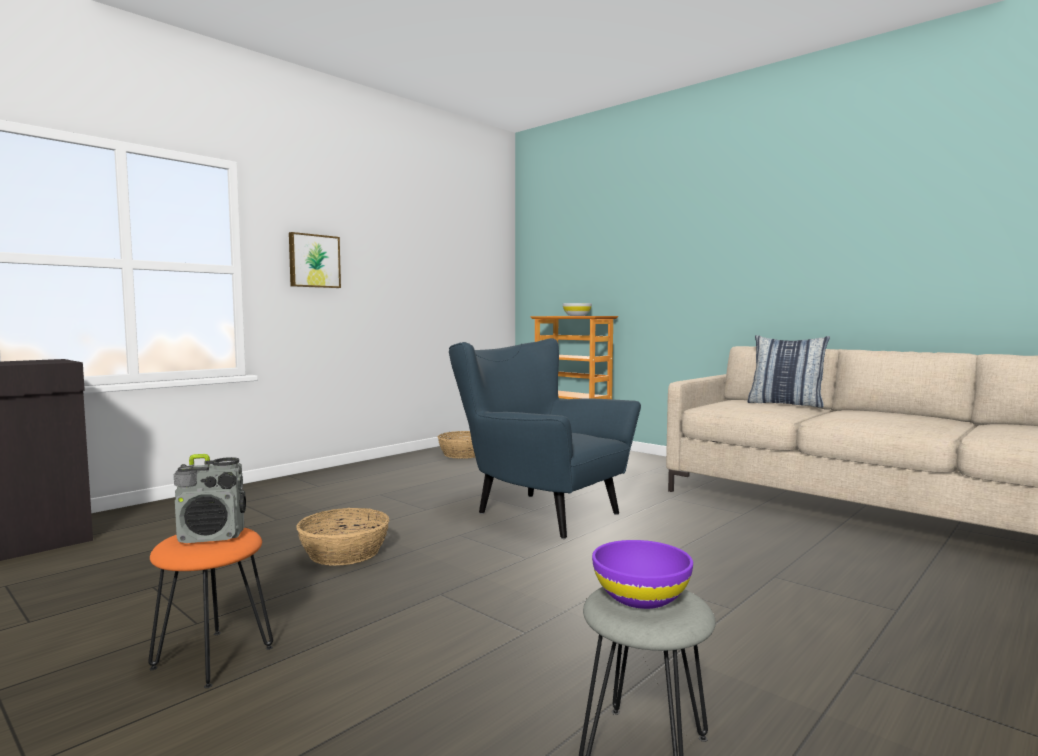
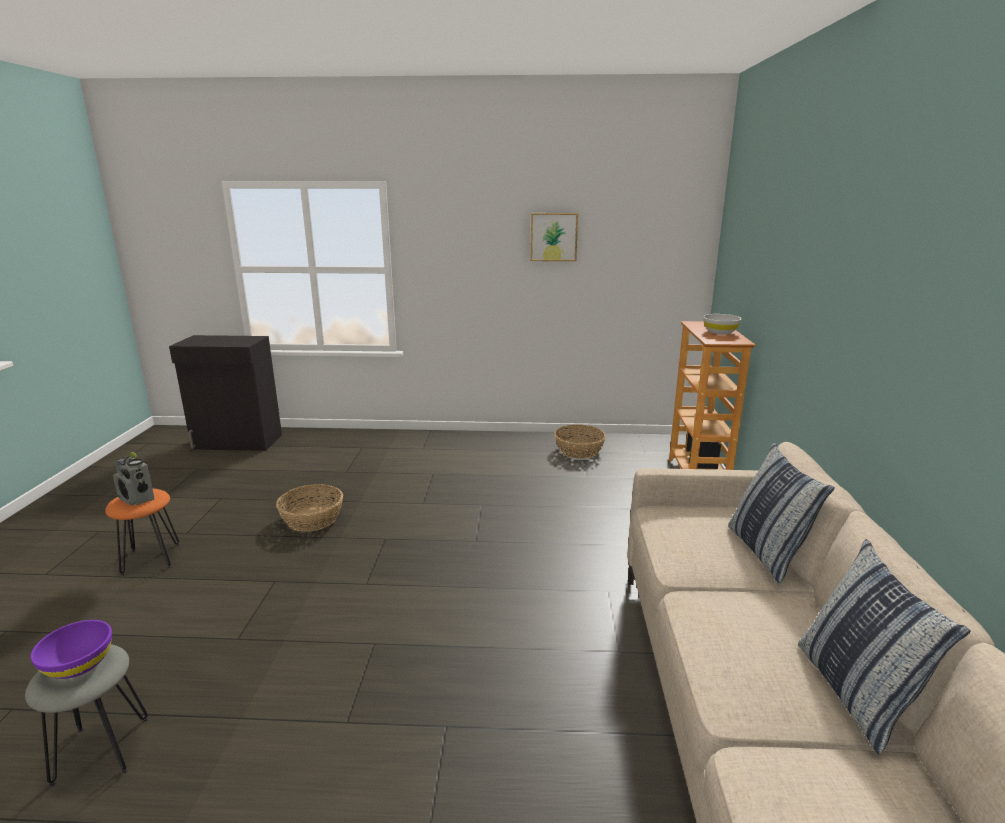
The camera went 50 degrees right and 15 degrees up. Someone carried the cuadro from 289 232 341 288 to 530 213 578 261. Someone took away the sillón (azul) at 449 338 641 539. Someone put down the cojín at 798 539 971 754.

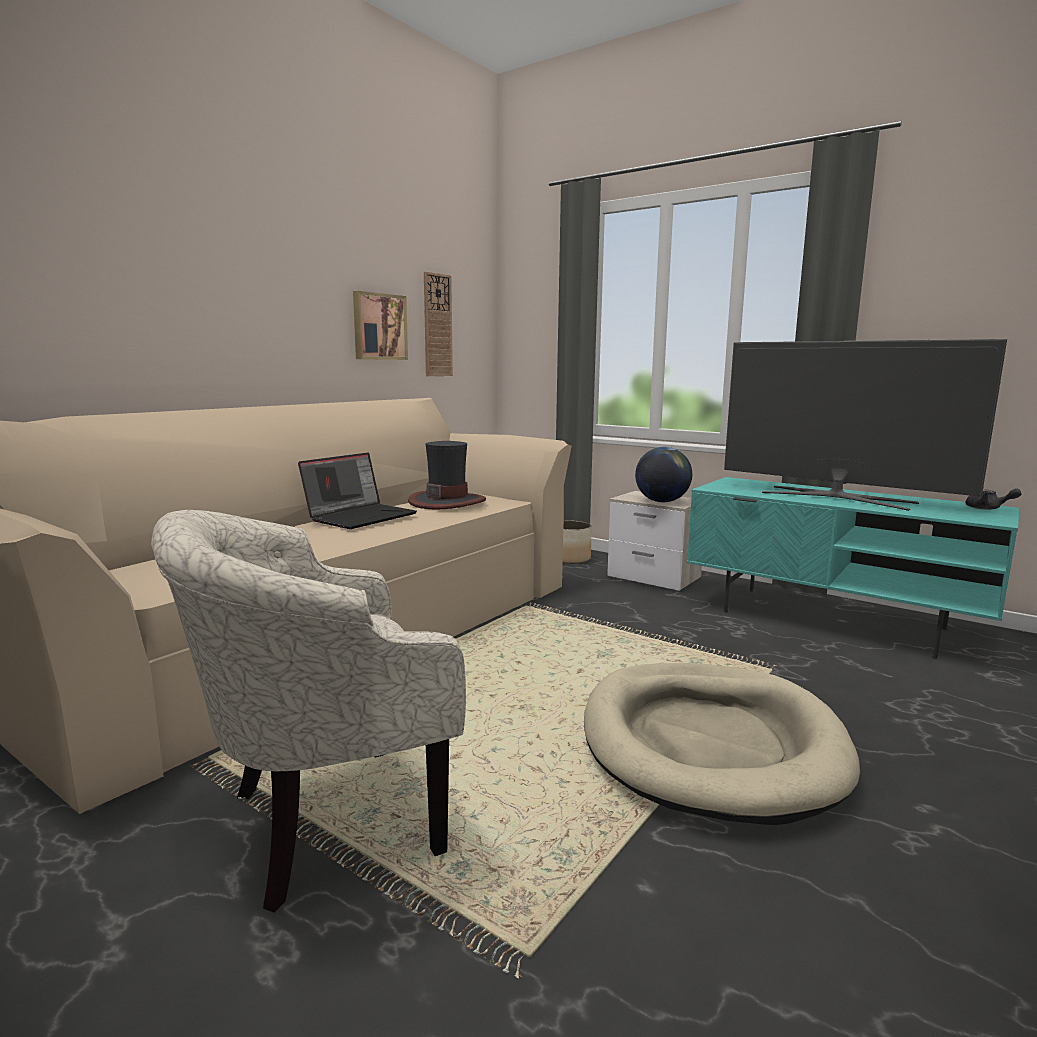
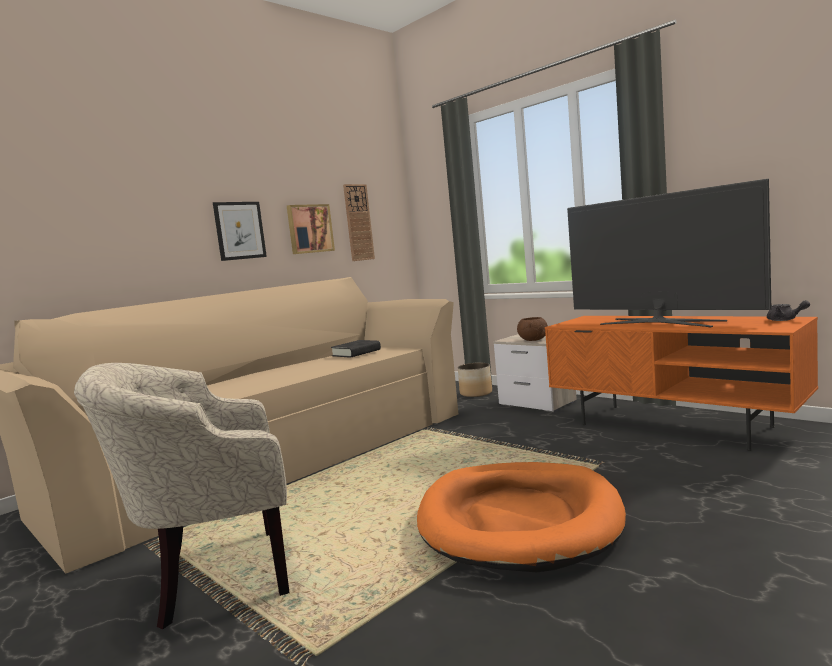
The camera went 10 degrees right and 5 degrees down. Someone took away the portátil at 298 453 417 529. Someone swapped the sombrero at 408 441 486 509 for the libro (negro) at 331 340 381 358. Someone repainted the cama para perro (beis) at 584 663 860 825, which became the cama para perro (naranja) at 417 462 626 573. Someone swapped the globo terráqueo at 635 447 692 502 for the cuenco (marrón) at 517 317 548 341. Someone repainted the mueble de televisión (turquesa) at 687 477 1020 659, which became the mueble de televisión (naranja) at 545 316 818 451. Someone put up the cuadro at 213 202 267 261.

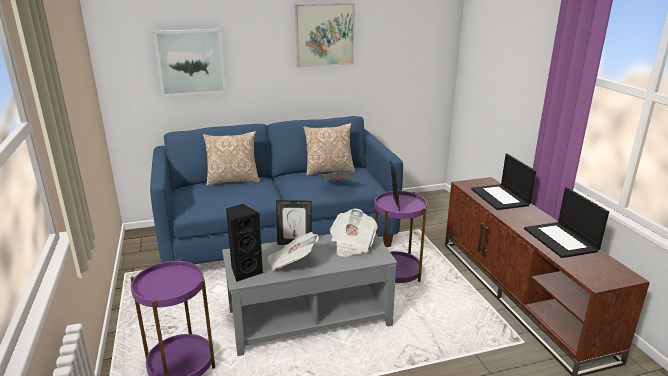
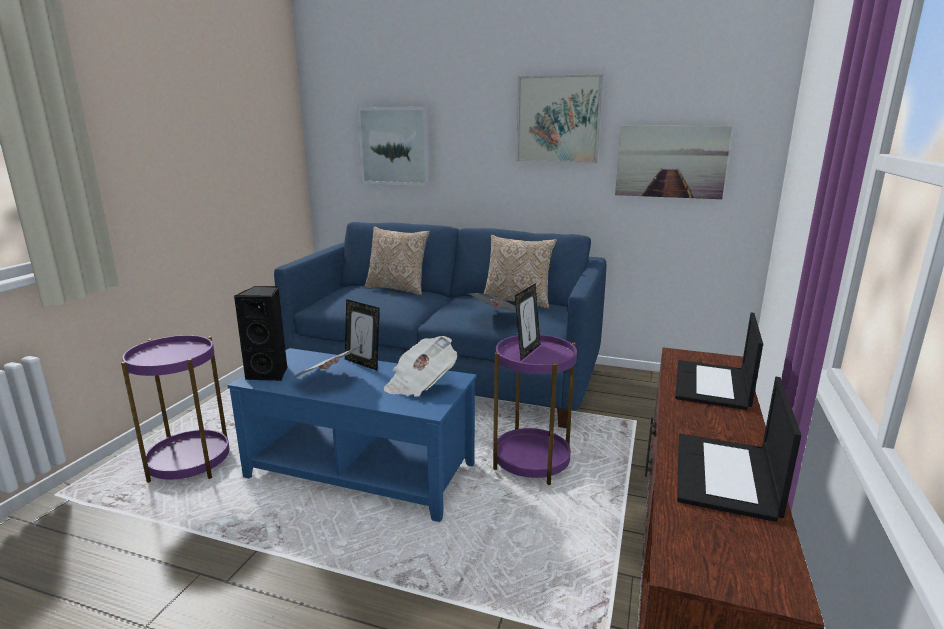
The camera went 35 degrees right and 5 degrees down. Someone repainted the mesa de centro (gris) at 222 233 398 356, which became the mesa de centro (azul) at 228 348 476 522. Someone put up the cuadro at 615 126 732 199.

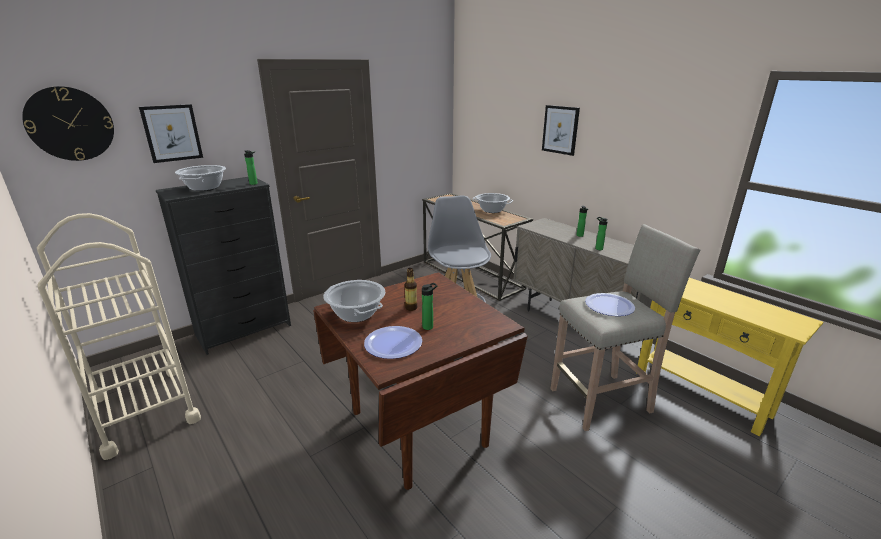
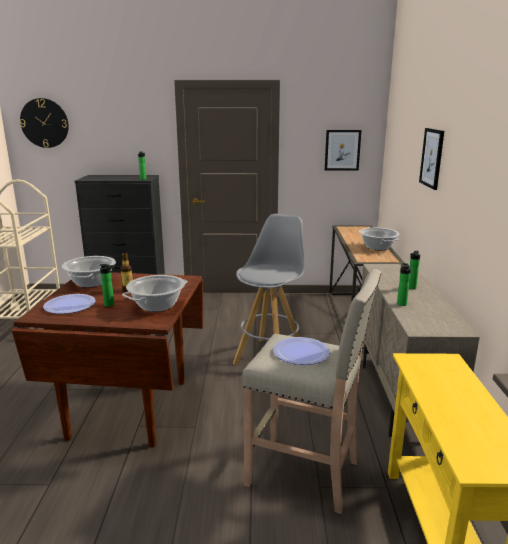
The camera went 40 degrees right and 5 degrees down. Someone carried the cuadro from 139 104 203 163 to 325 130 361 171. Someone carried the olla from 175 165 226 191 to 122 275 188 312.

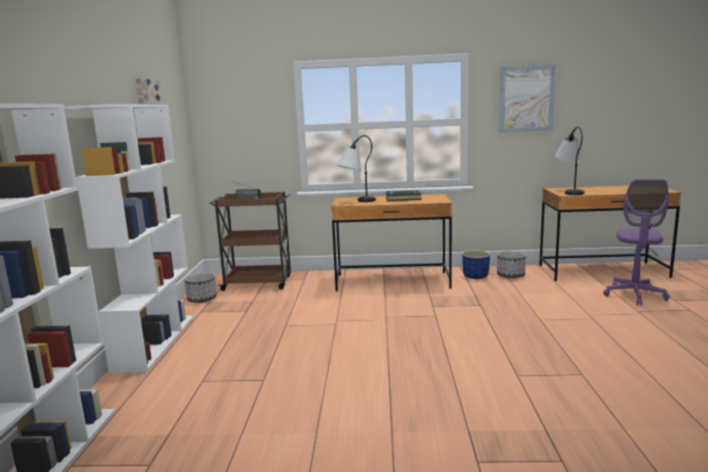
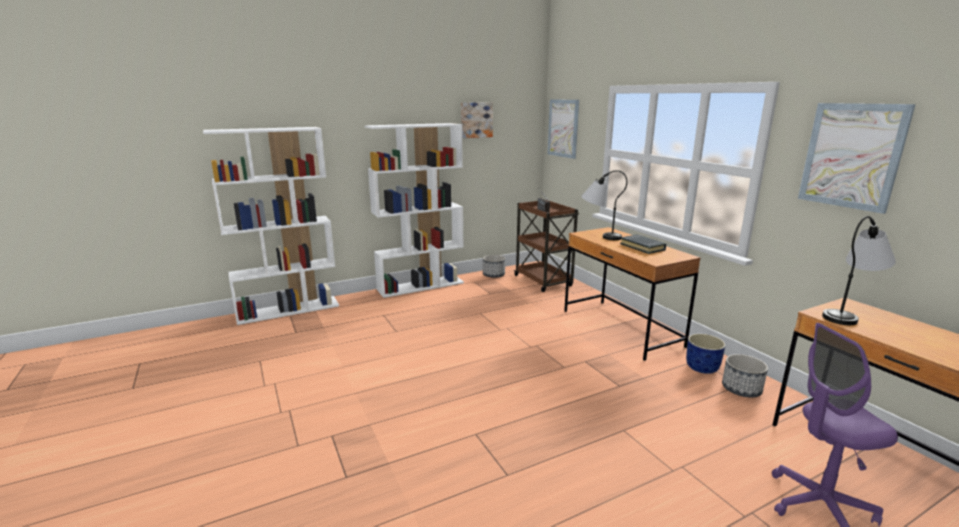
The camera went 60 degrees right and 5 degrees up. Someone put up the cuadro at 548 99 579 159.

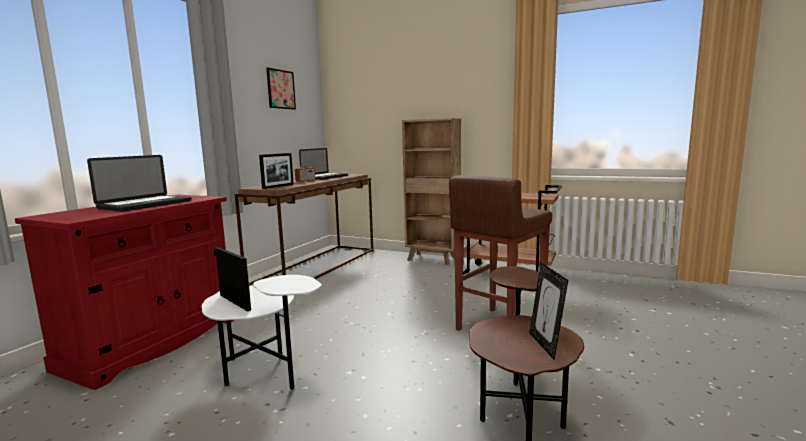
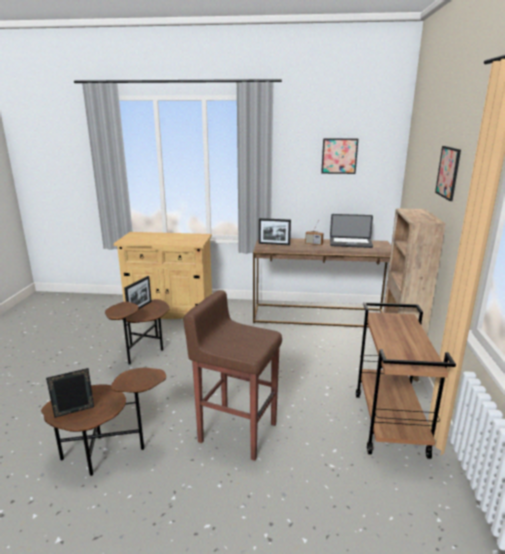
The camera went 70 degrees right and 10 degrees up. Someone repainted the armario (rojo) at 15 195 235 390, which became the armario (beis) at 114 232 212 319. Someone took away the portátil at 87 155 192 211. Someone repainted the mesa auxiliar (blanco) at 202 275 321 389, which became the mesa auxiliar (marrón) at 105 299 170 365. Someone put up the cuadro at 435 146 461 201.

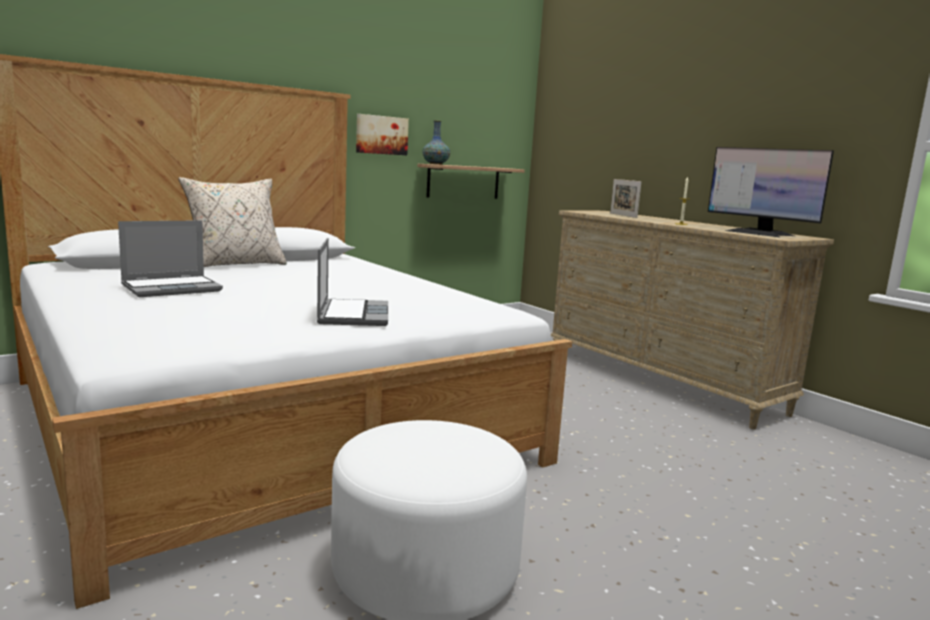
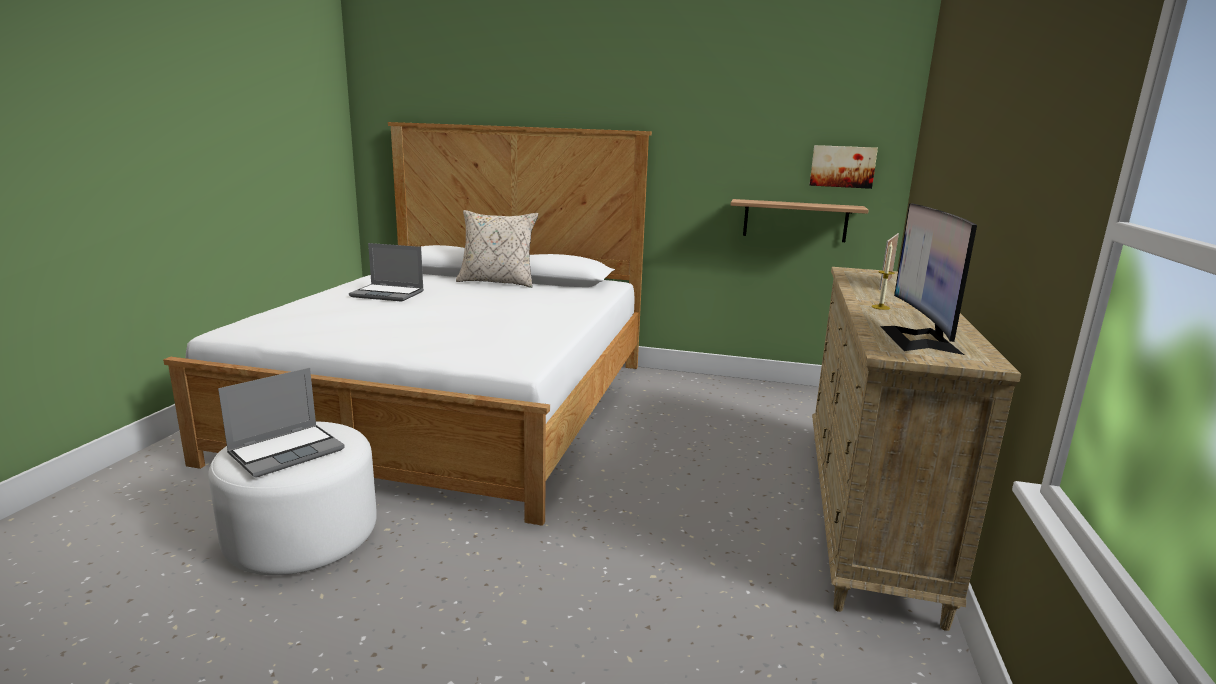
The camera went 50 degrees right and 5 degrees up. Someone carried the portátil from 317 238 388 326 to 218 368 345 478. Someone carried the cuadro from 356 114 409 155 to 810 145 878 189. Someone took away the florero at 422 121 450 165.

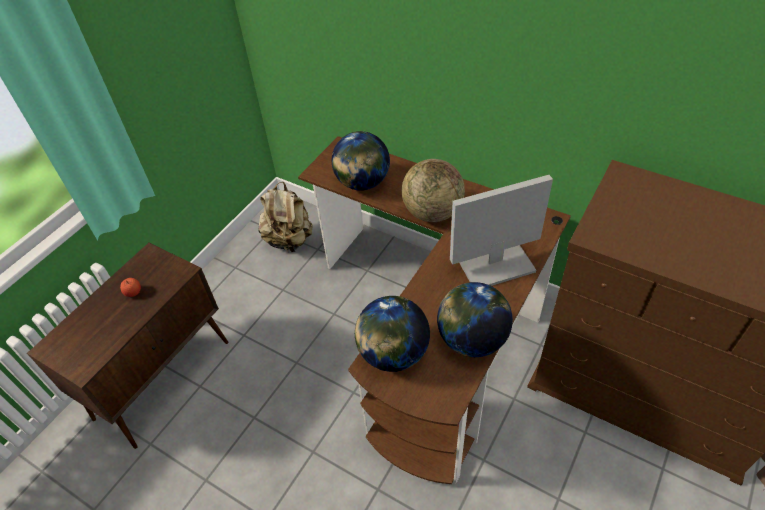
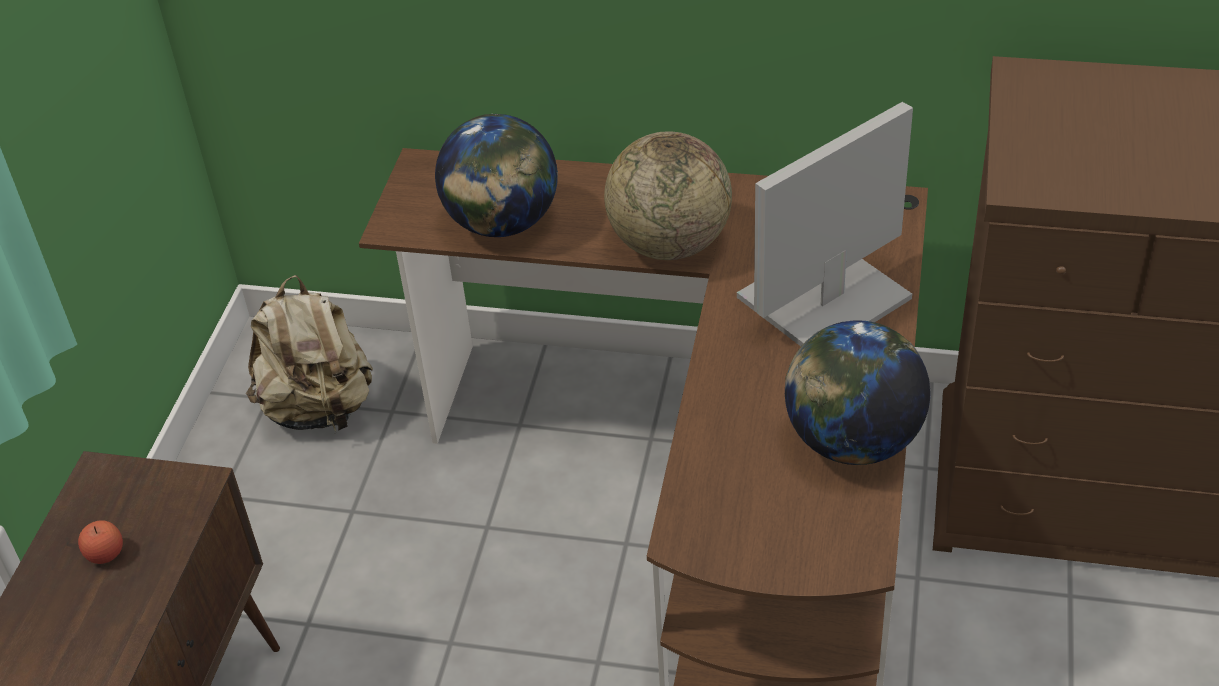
The camera went 20 degrees left and 5 degrees down. Someone took away the globo terráqueo at 355 296 430 372.

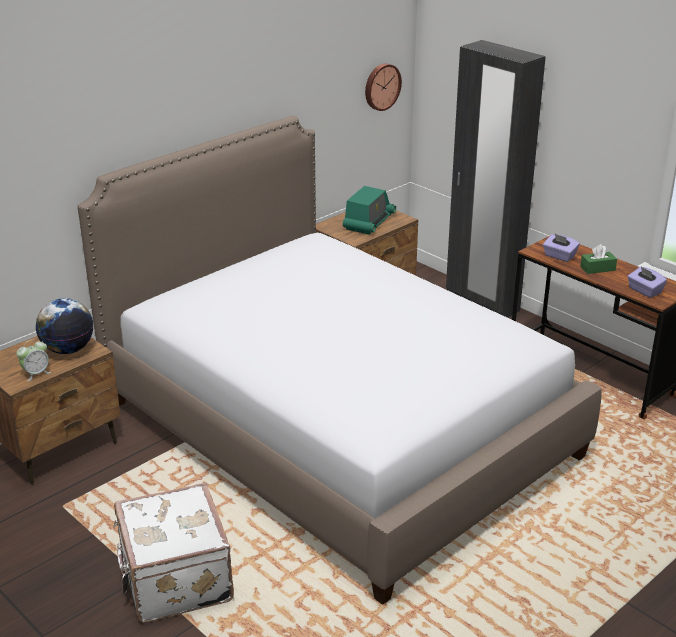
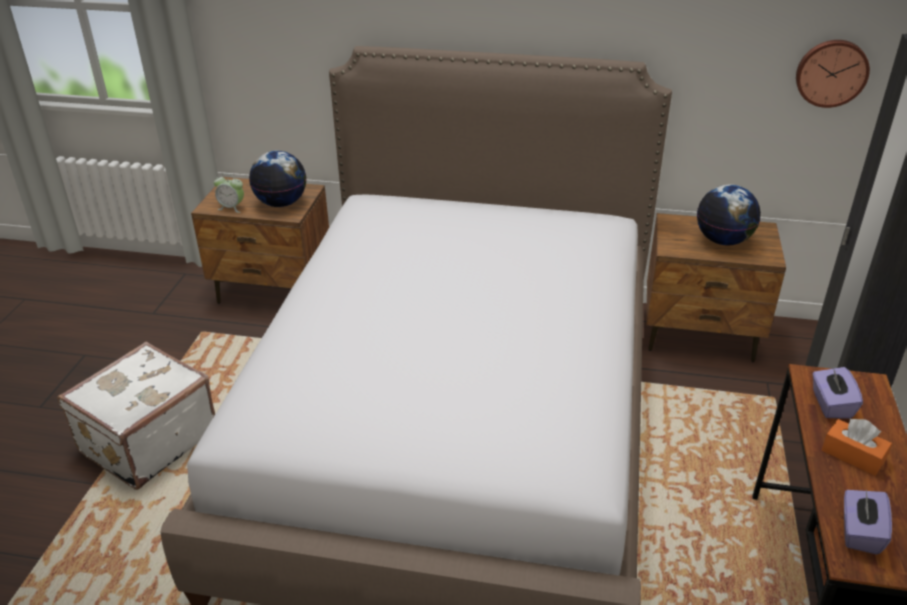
The camera went 55 degrees right and 5 degrees up. Someone swapped the radio at 343 186 396 235 for the globo terráqueo at 697 184 761 245. Someone repainted the caja de pañuelos (verde) at 580 244 617 274, which became the caja de pañuelos (naranja) at 822 419 892 476.

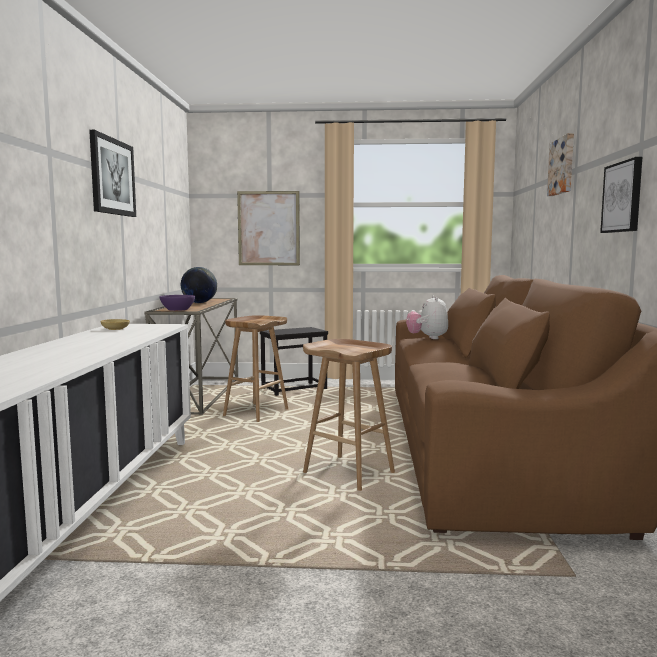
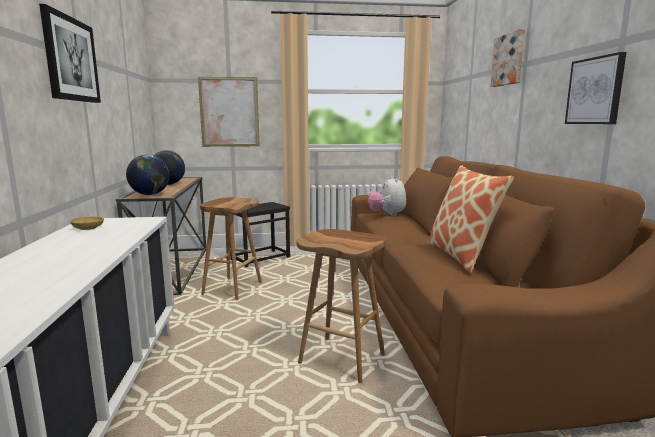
The camera went 10 degrees left and 5 degrees up. Someone swapped the cuenco (morado) at 160 295 195 311 for the globo terráqueo at 126 155 169 195. Someone put down the cojín at 427 165 514 273.

